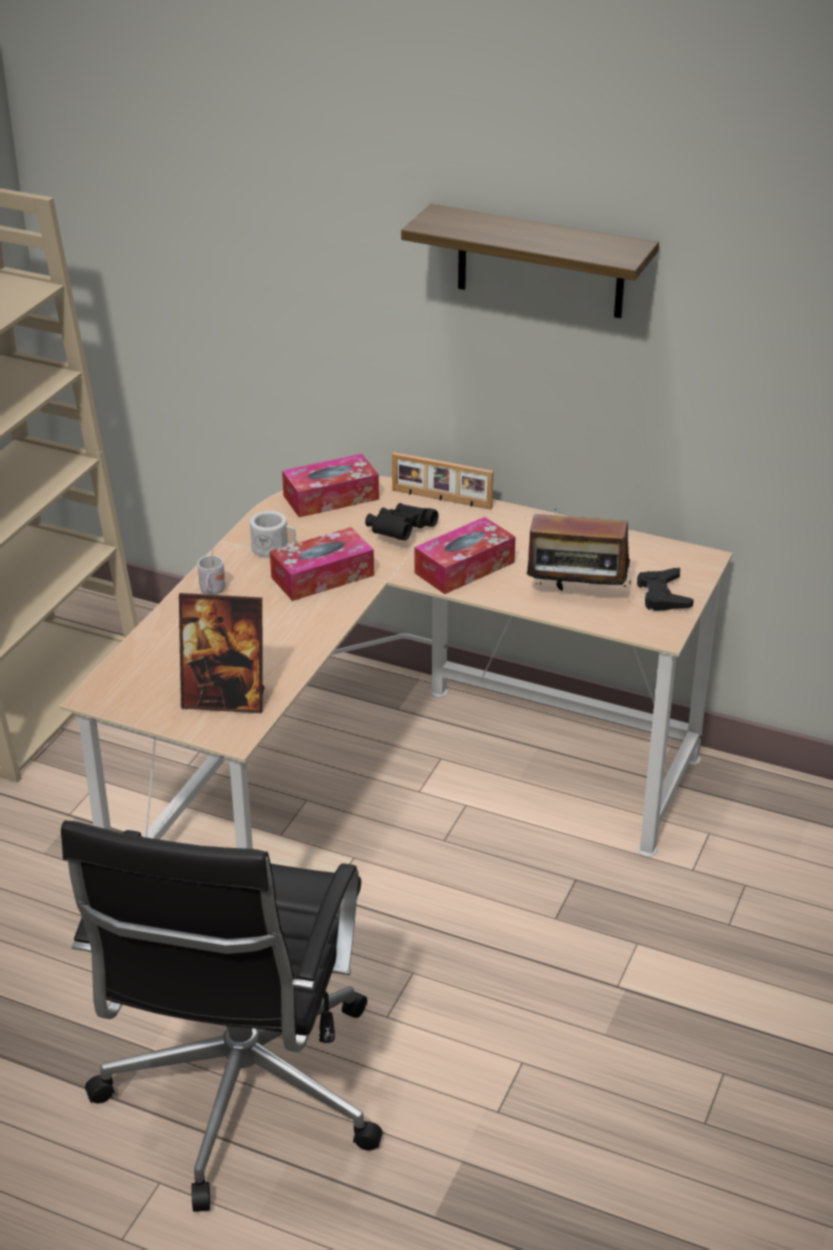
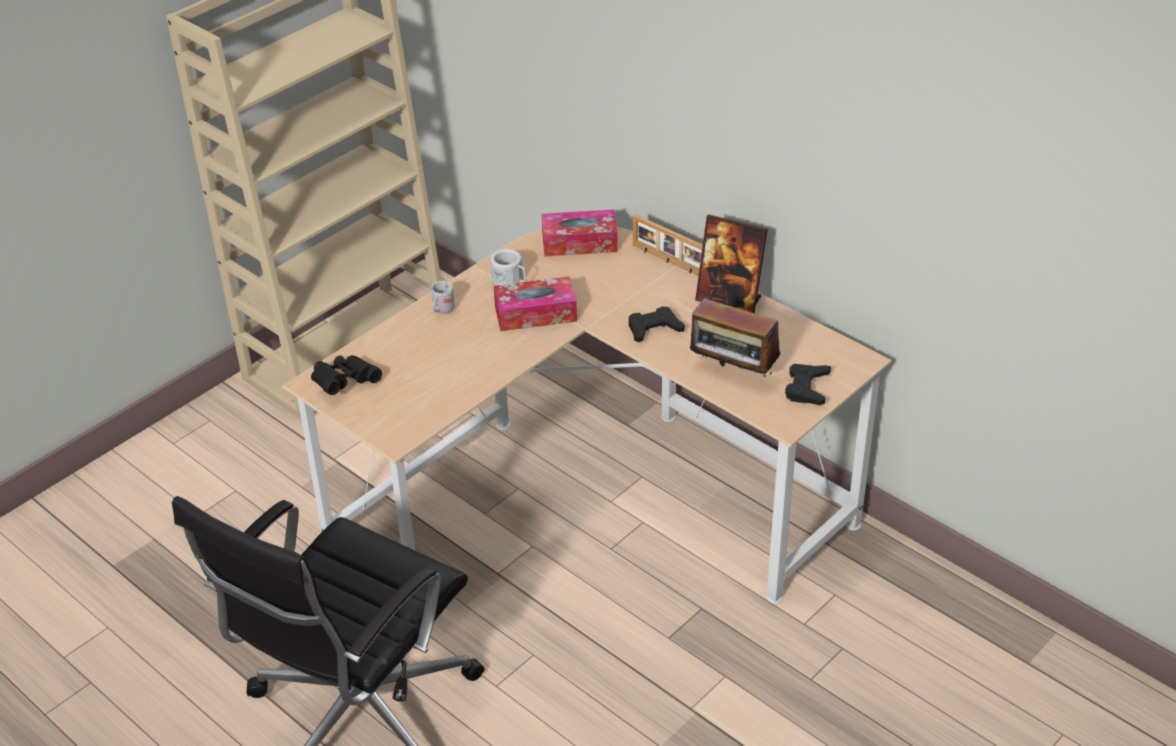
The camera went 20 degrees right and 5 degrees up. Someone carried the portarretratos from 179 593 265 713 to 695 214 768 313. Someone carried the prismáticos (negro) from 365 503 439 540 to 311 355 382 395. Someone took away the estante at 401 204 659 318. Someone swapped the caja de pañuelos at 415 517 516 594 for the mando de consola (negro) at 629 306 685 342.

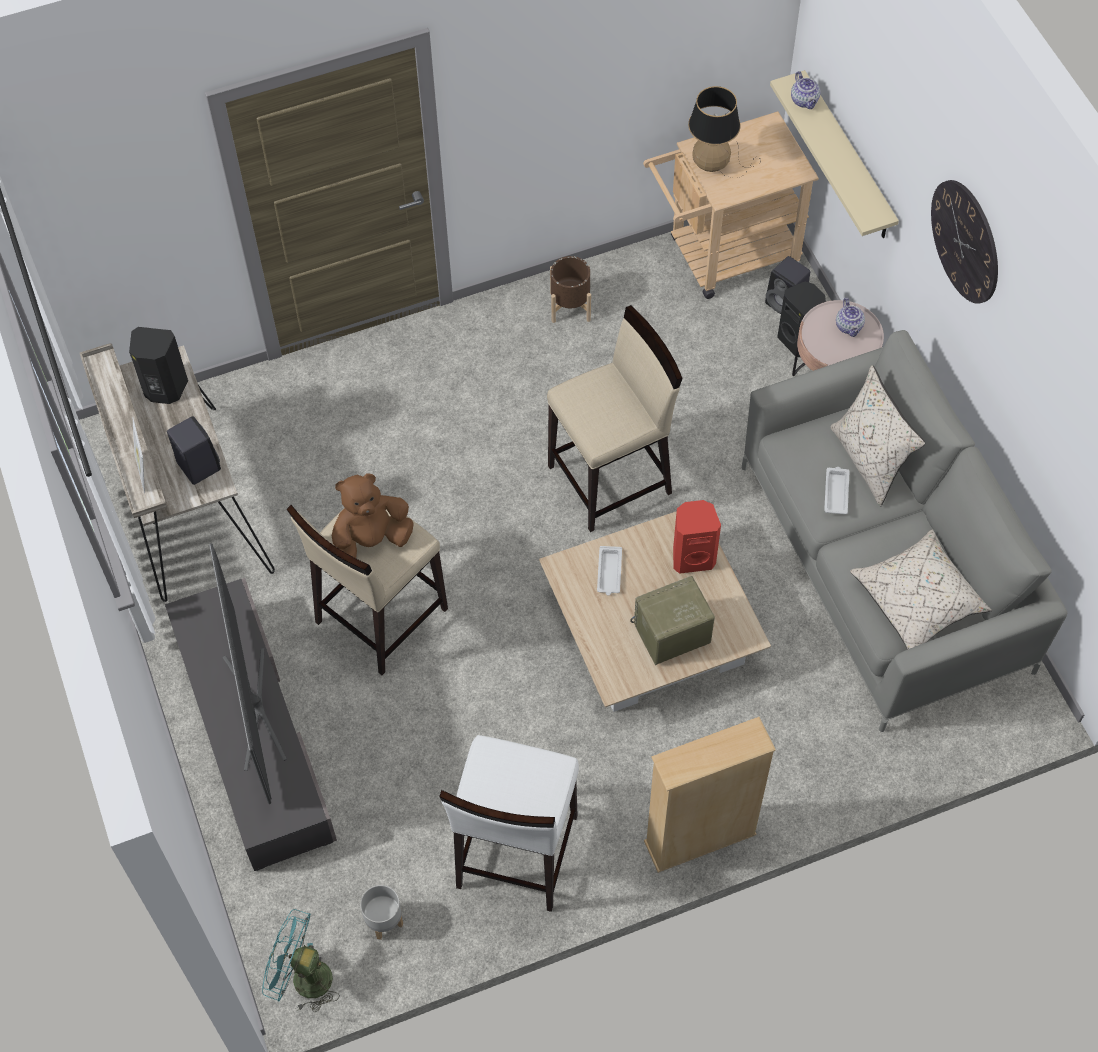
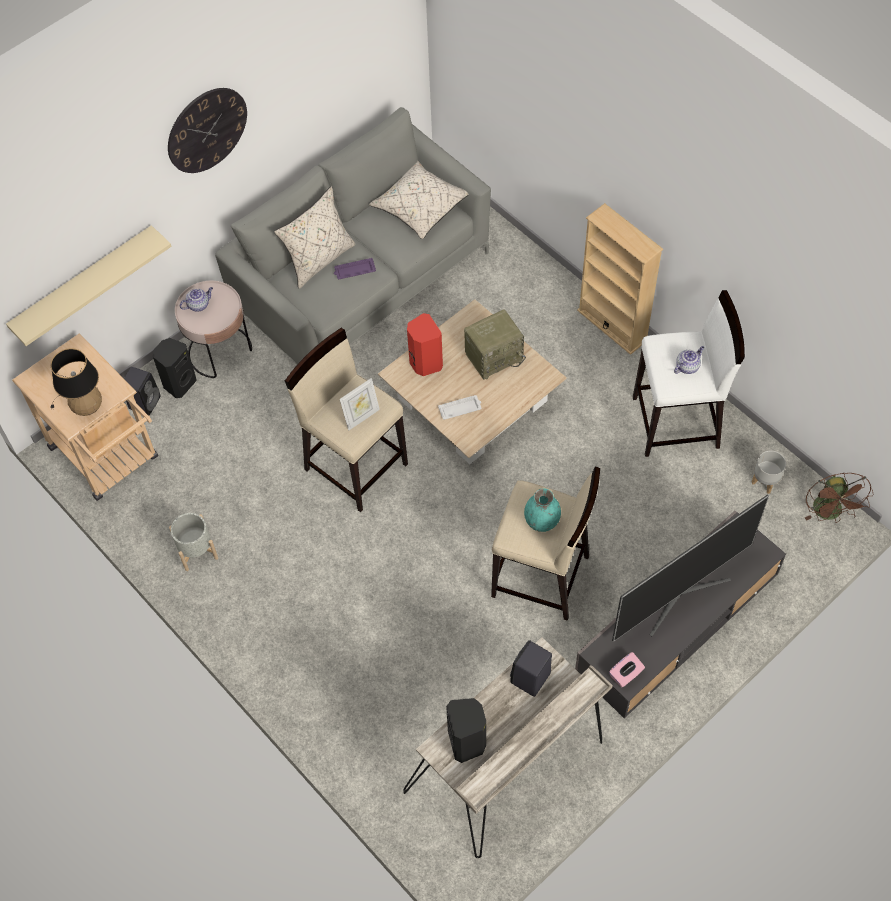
The camera went 110 degrees left and 0 degrees up. Someone carried the portarretratos from 133 418 145 493 to 340 378 380 431. Someone repainted the ventilador (turquesa) at 262 909 340 1012, which became the ventilador (marrón) at 805 473 874 523. Someone swapped the peluche (marrón) at 332 473 414 558 for the florero (turquesa) at 524 488 561 532. Someone repainted the maceta (marrón) at 550 256 591 323, which became the maceta (gris) at 169 513 218 571. Someone rotated the radio at 630 576 715 665 by 75 degrees counterclockwise. Someone carried the tetera from 791 71 820 109 to 674 346 704 374. Someone repainted the bandeja (blanco) at 824 467 849 515, which became the bandeja (morado) at 334 258 376 279. Someone put down the caja de pañuelos (rosa) at 609 652 645 688.

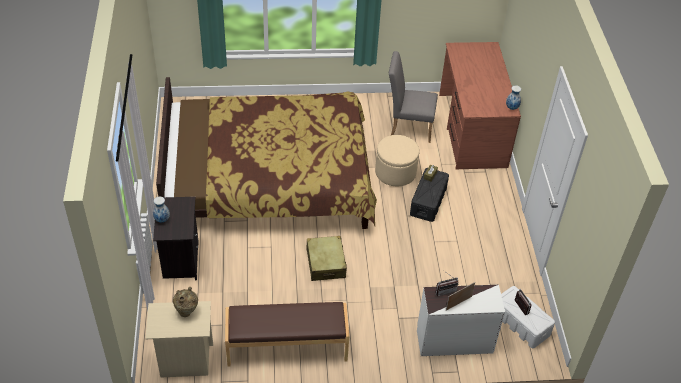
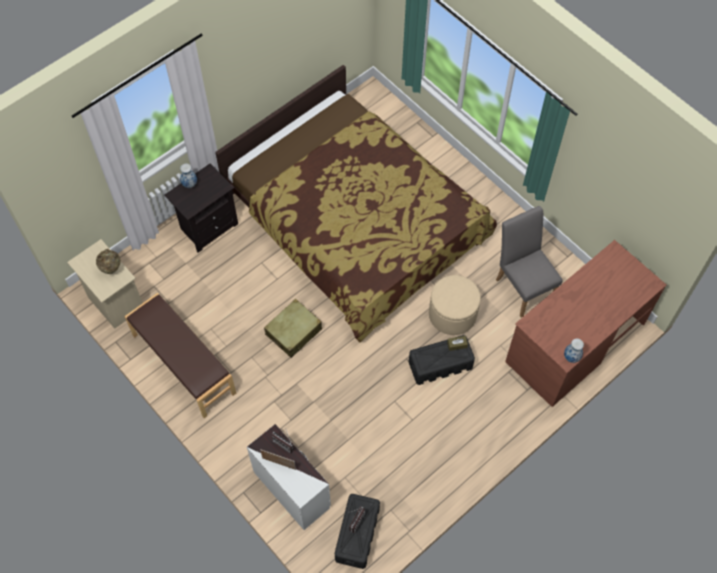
The camera went 55 degrees right and 15 degrees up. Someone repainted the caja de almacenaje (blanco) at 501 286 555 348, which became the caja de almacenaje (negro) at 335 494 380 569.

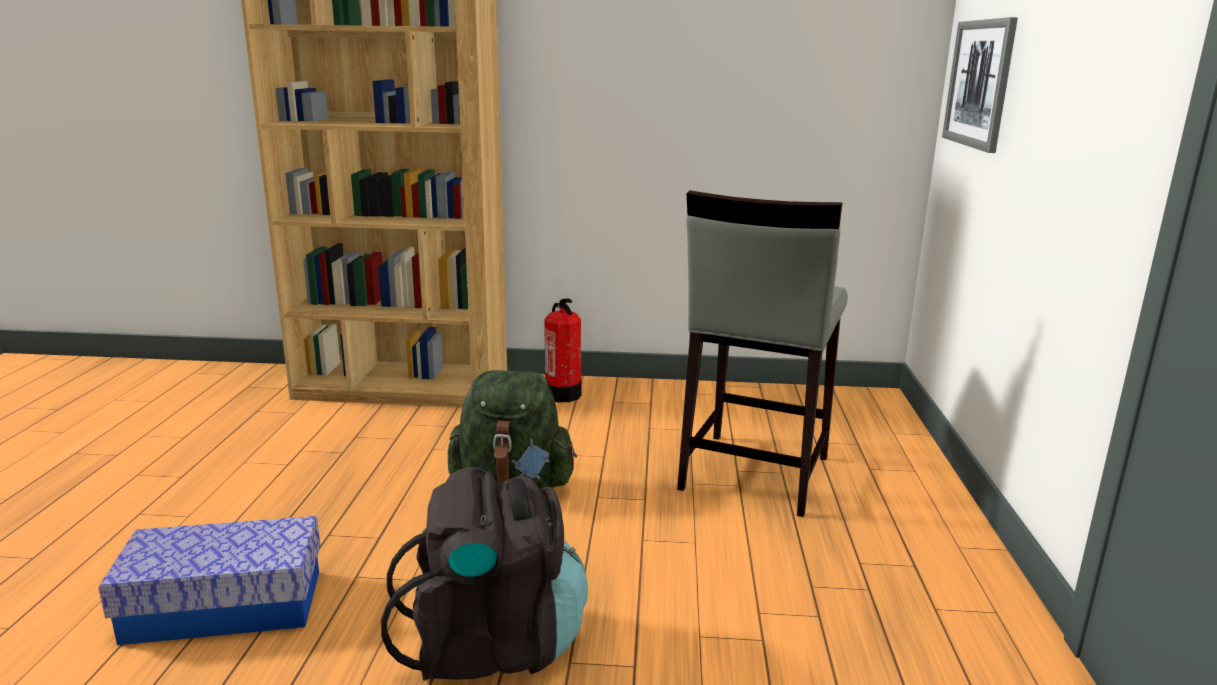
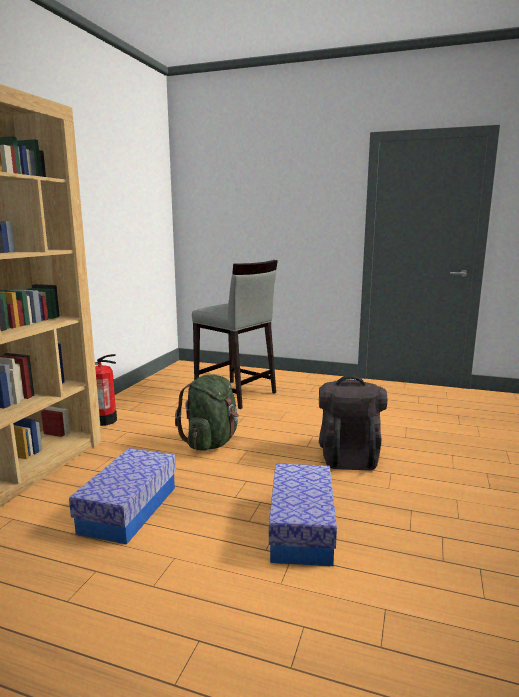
The camera went 75 degrees left and 5 degrees down. Someone took away the cuadro at 942 17 1018 153. Someone put down the caja de almacenaje at 69 448 176 544.

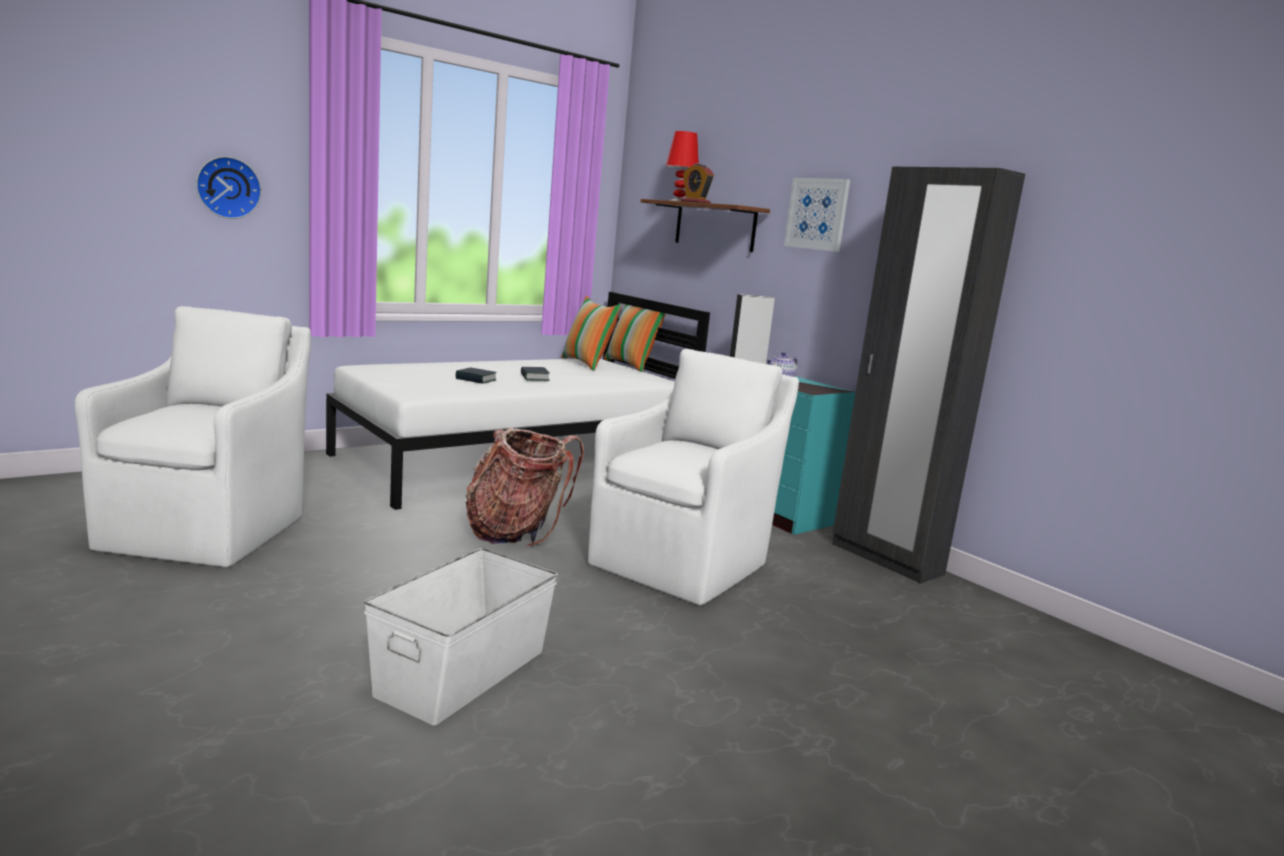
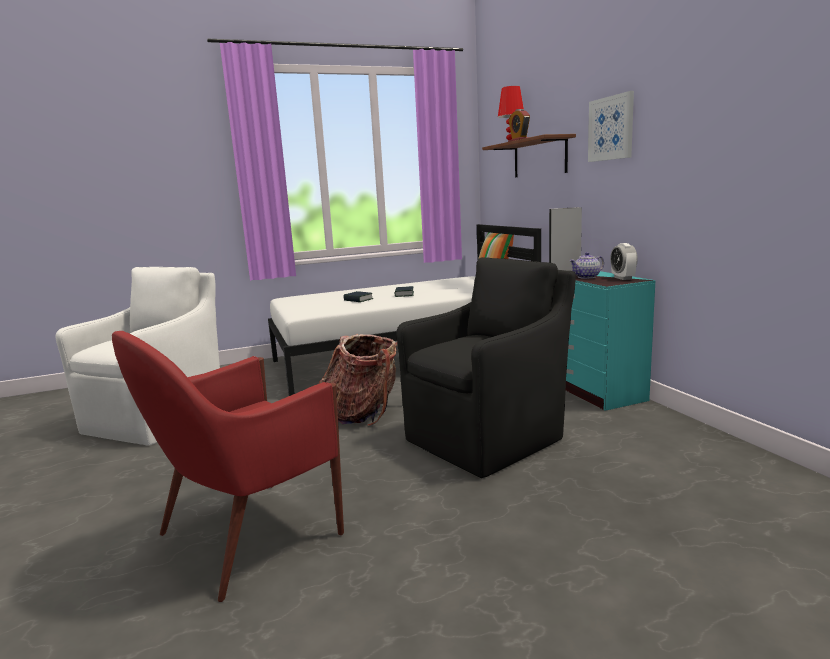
The camera went 20 degrees right and 0 degrees up. Someone took away the reloj de pared at 196 156 262 219. Someone swapped the caja de almacenaje (blanco) at 364 548 558 725 for the sillón (rojo) at 112 331 344 602. Someone took away the cojín at 561 296 622 371. Someone repainted the sillón (blanco) at 588 349 799 605, which became the sillón (negro) at 396 257 576 478. Someone took away the armario ropero (negro) at 832 167 1025 584. Someone put down the despertador at 610 243 638 280.

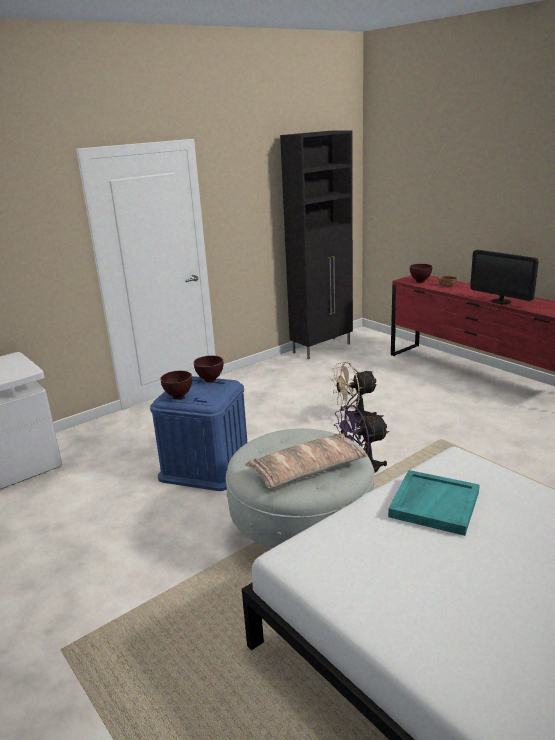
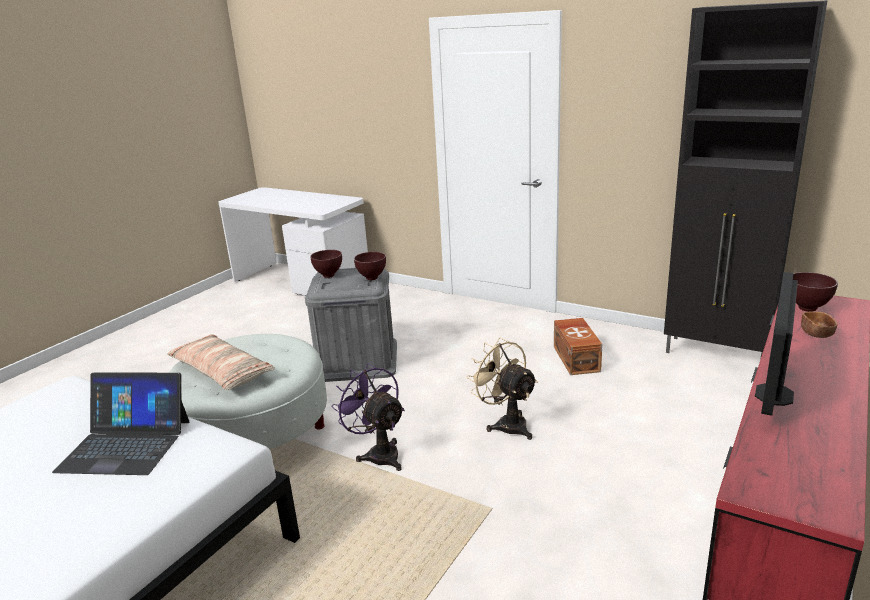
The camera went 70 degrees right and 0 degrees up. Someone repainted the caja de almacenaje (azul) at 150 376 247 491, which became the caja de almacenaje (gris) at 305 268 397 382. Someone swapped the bandeja (turquesa) at 388 470 480 536 for the portátil at 52 372 189 475. Someone put down the caja de almacenaje (marrón) at 554 318 602 375.

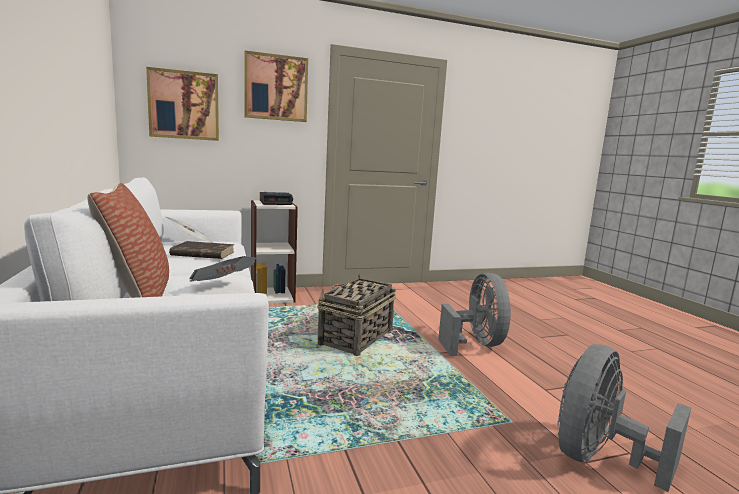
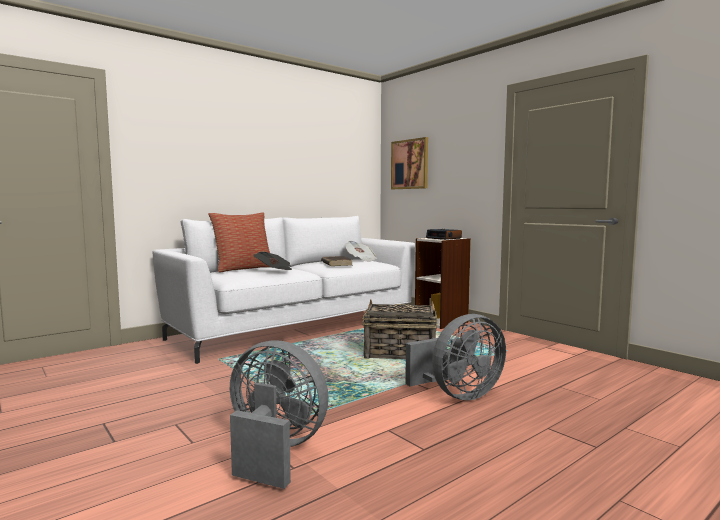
The camera went 70 degrees right and 5 degrees down. Someone took away the cuadro at 244 51 308 122.

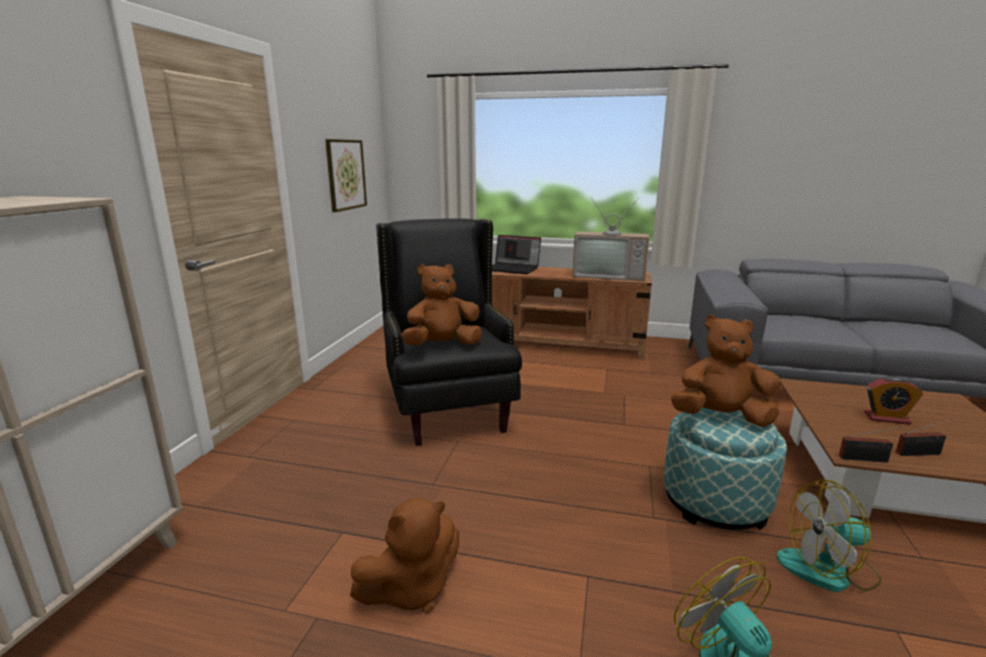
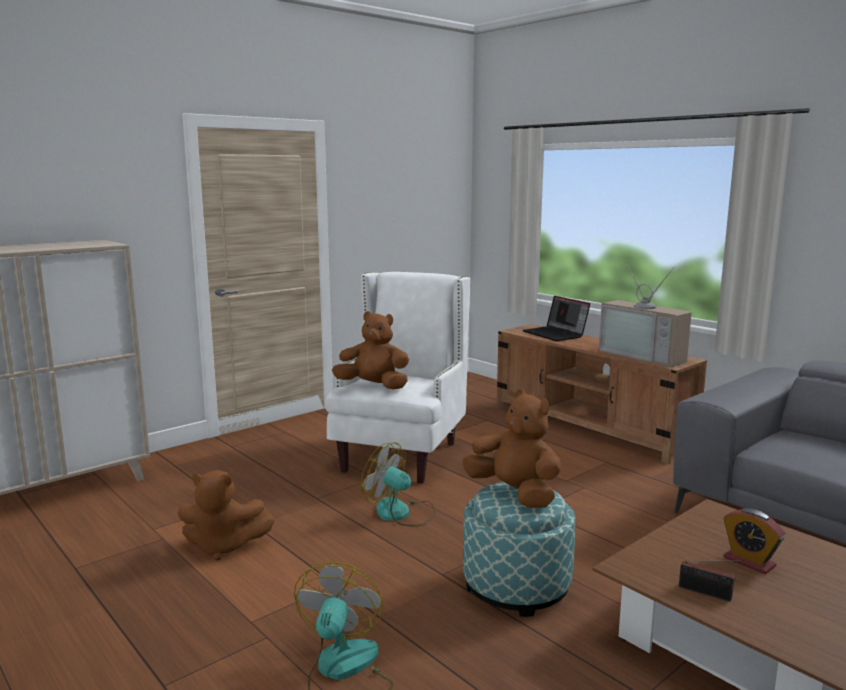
The camera went 35 degrees right and 5 degrees down. Someone took away the cuadro at 325 139 367 212. Someone repainted the sillón (negro) at 376 218 522 446, which became the sillón (blanco) at 325 272 470 484. Someone carried the ventilador from 776 480 882 592 to 361 442 435 527. Someone took away the radio at 839 426 900 463.

